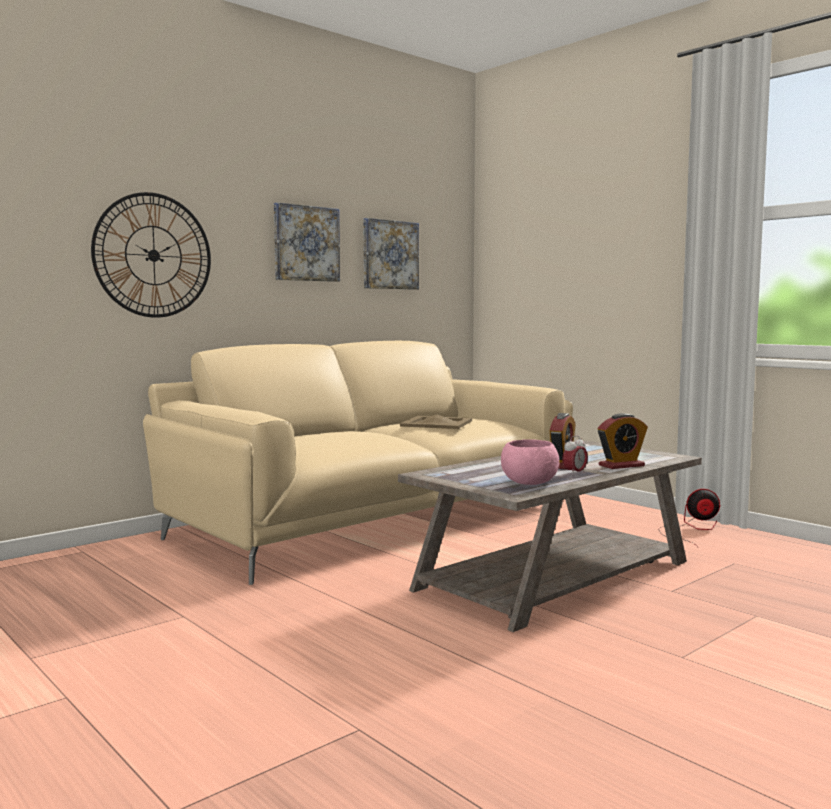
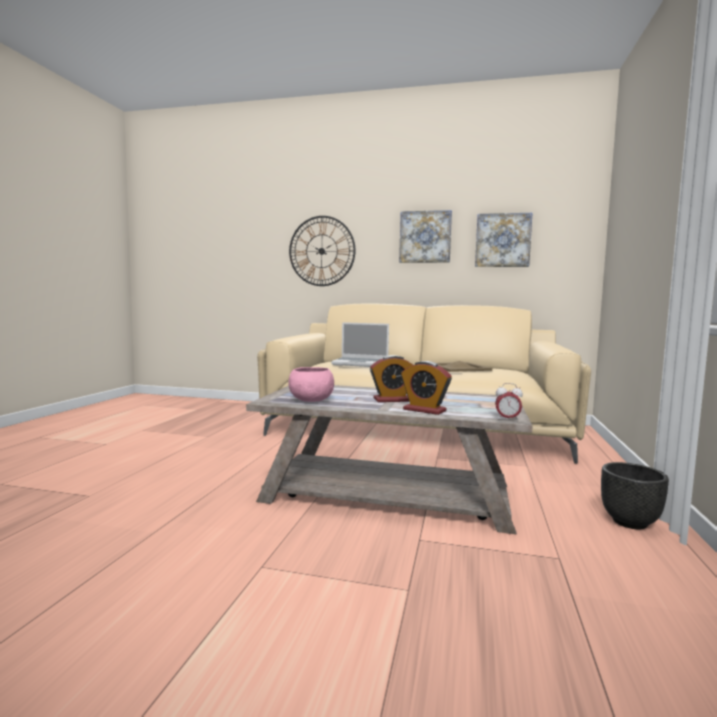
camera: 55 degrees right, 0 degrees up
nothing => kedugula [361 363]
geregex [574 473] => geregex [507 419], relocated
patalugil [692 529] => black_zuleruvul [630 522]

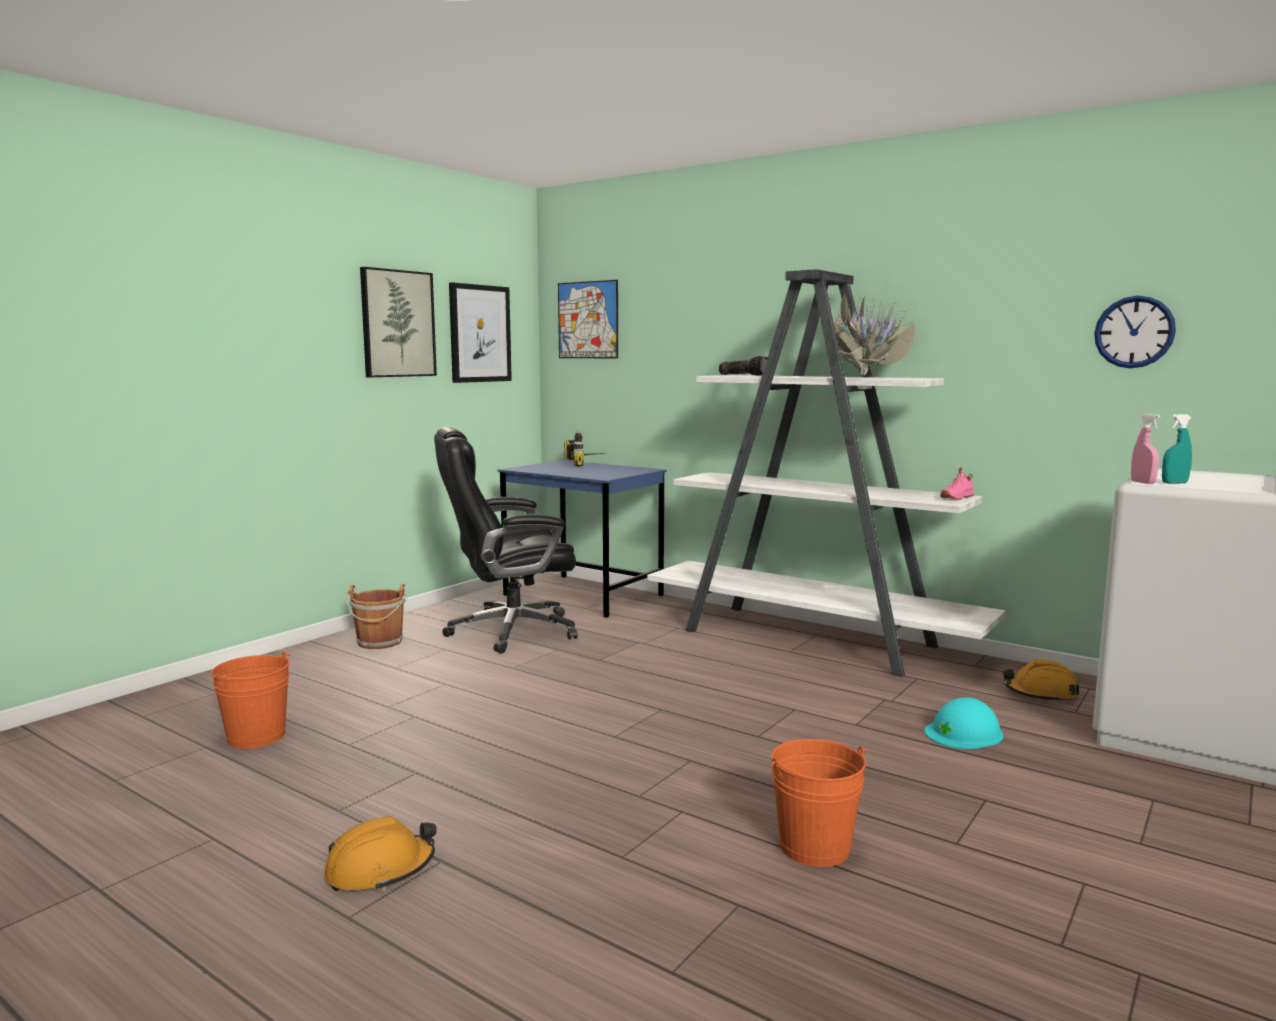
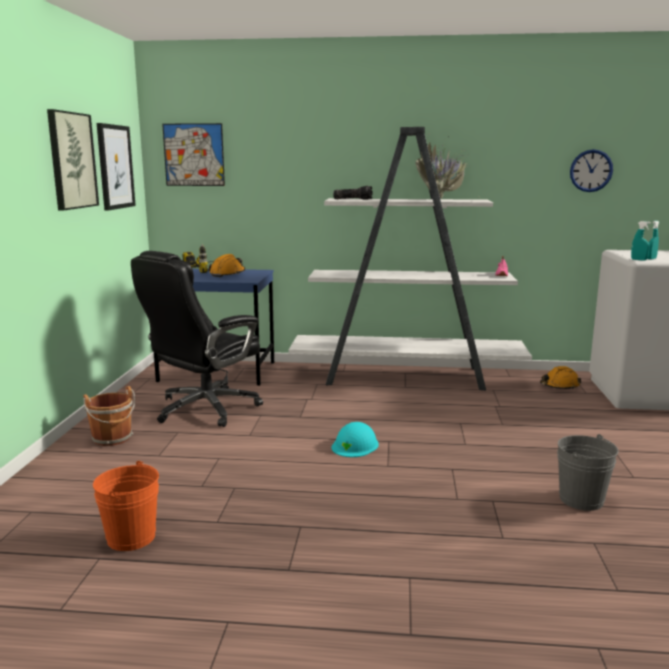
camera: 30 degrees left, 5 degrees up
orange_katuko [380 870] => orange_katuko [227 274], relocated
turquoise_katuko [964 733] => turquoise_katuko [355 445], relocated
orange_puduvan [814 847] => grey_puduvan [581 499]
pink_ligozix [1143 482] => turquoise_ligozix [639 260]

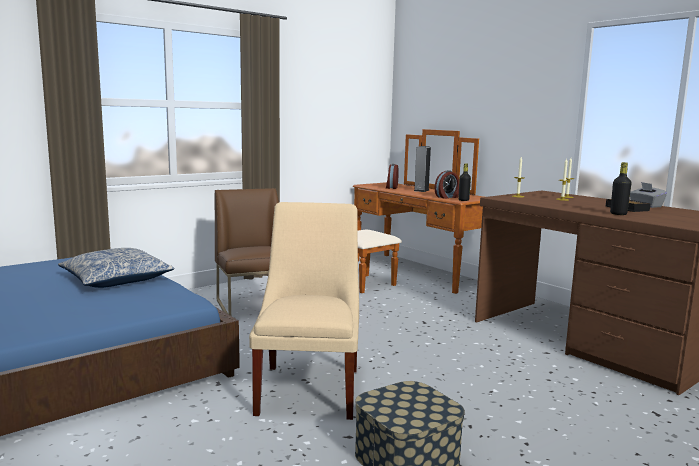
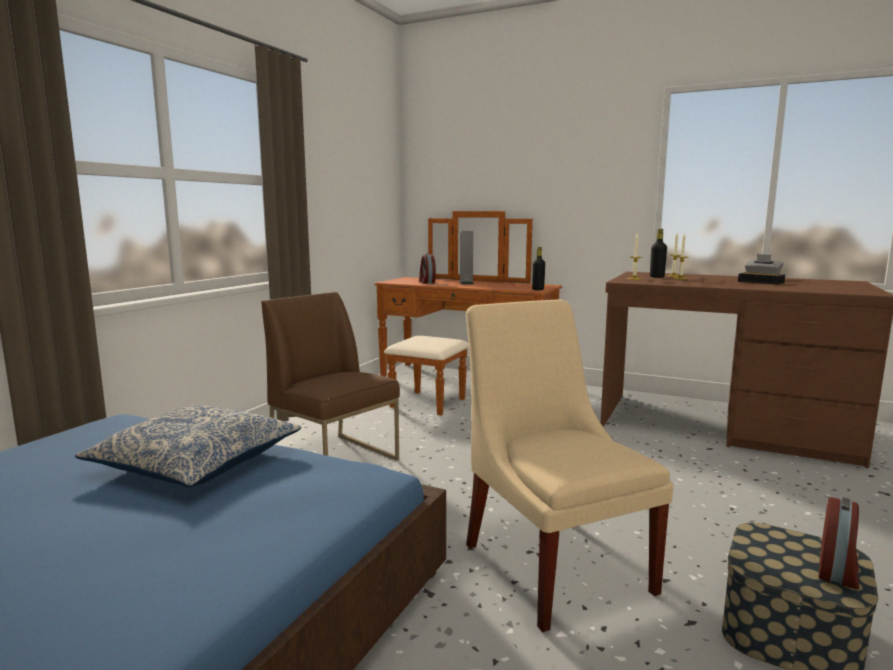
camera: 25 degrees left, 0 degrees up
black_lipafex [618 214] => black_lipafex [657 277], relocated
geregex [447 197] => geregex [838 571], relocated

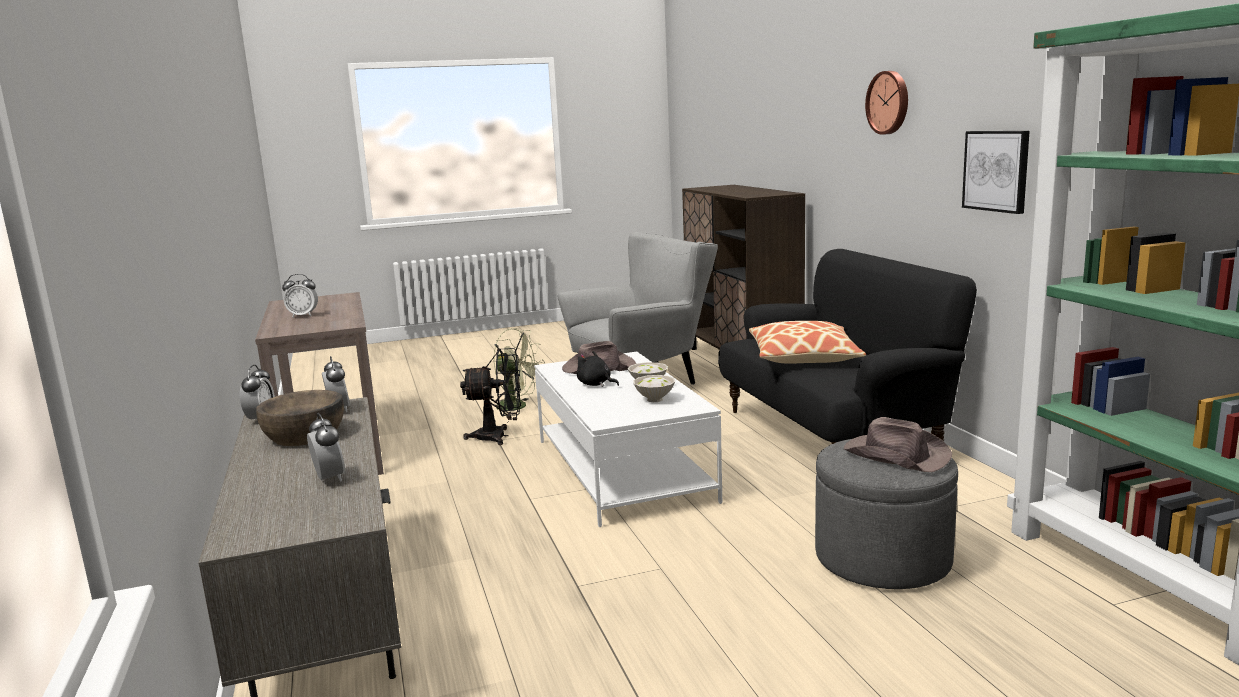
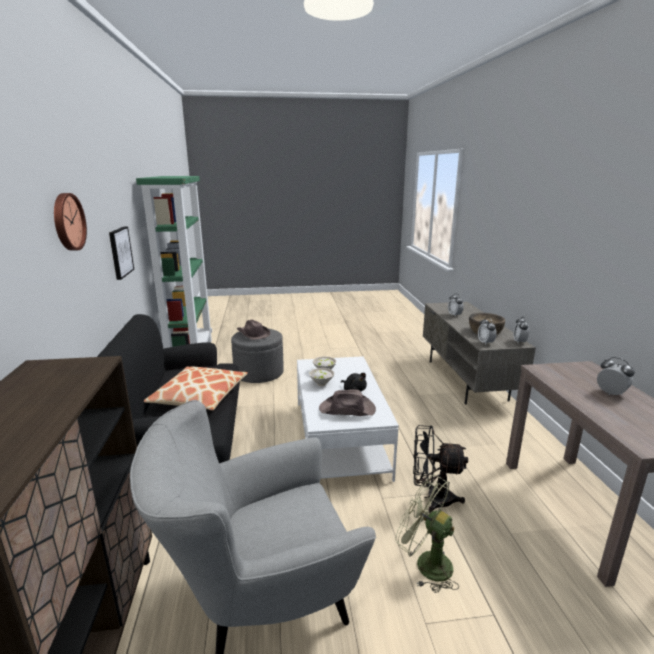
camera: 170 degrees left, 5 degrees up
geregex [303 316] => geregex [611 393], 45 degrees clockwise

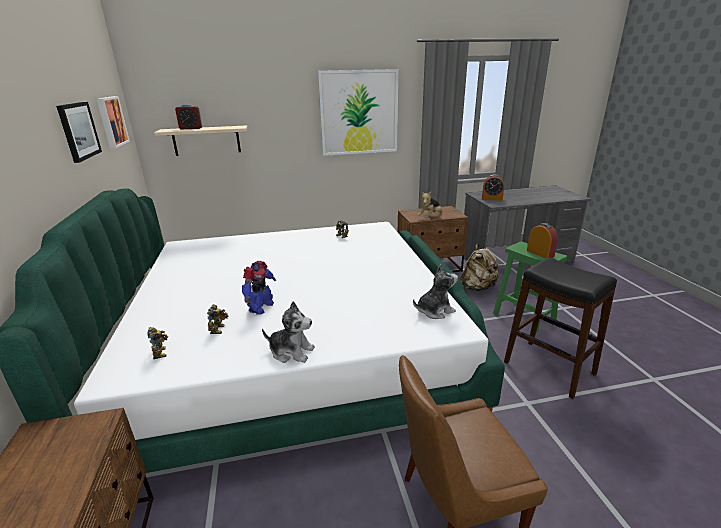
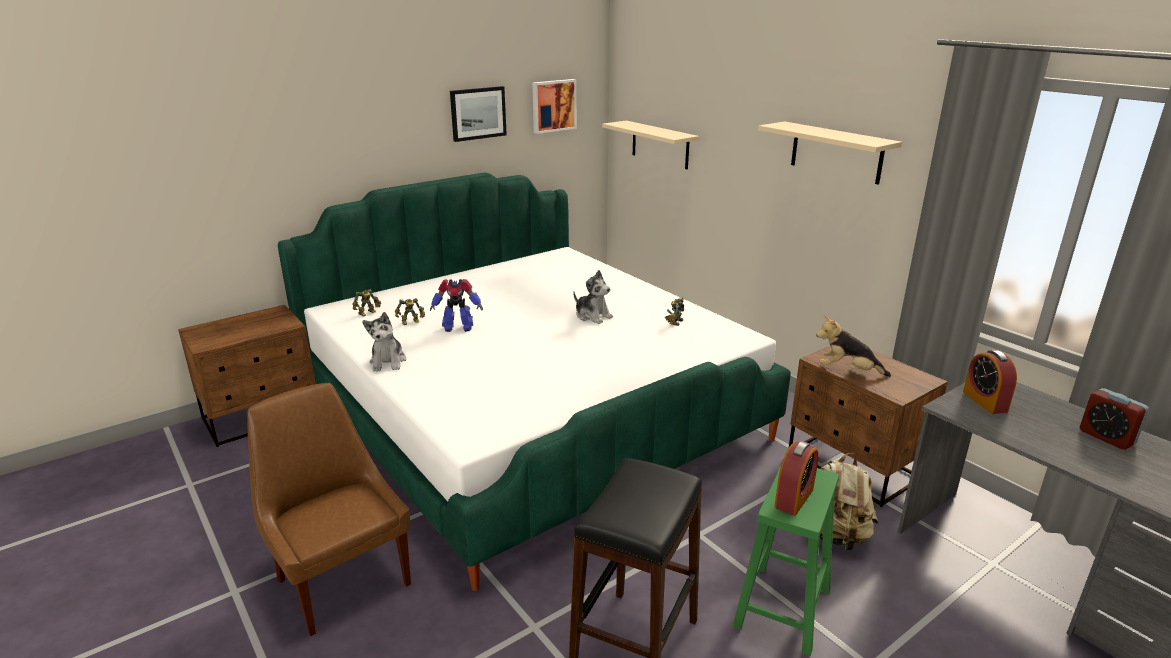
camera: 65 degrees right, 0 degrees up
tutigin [434 311] => tutigin [592 316], relocated
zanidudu [359 113] => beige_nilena [836 152]
geregex [191 128] => geregex [1106 437], relocated

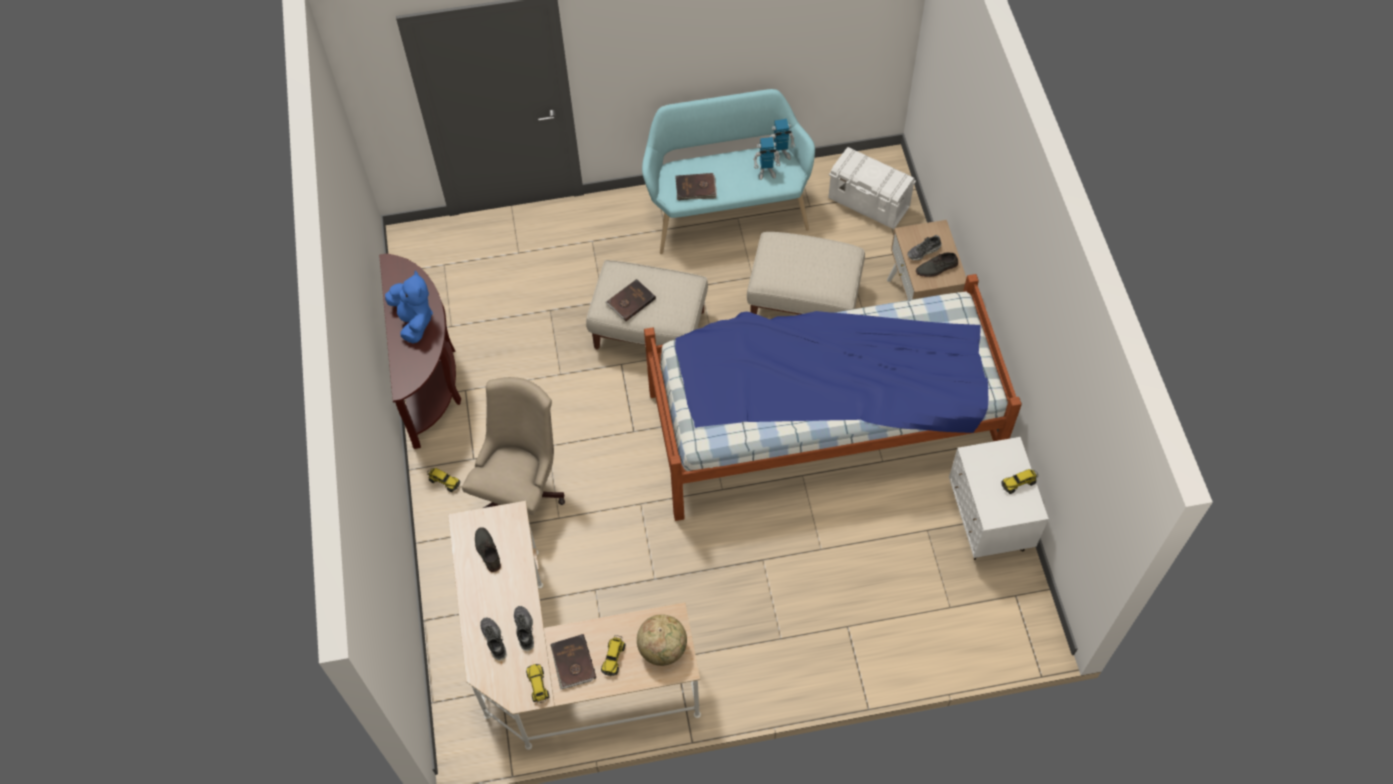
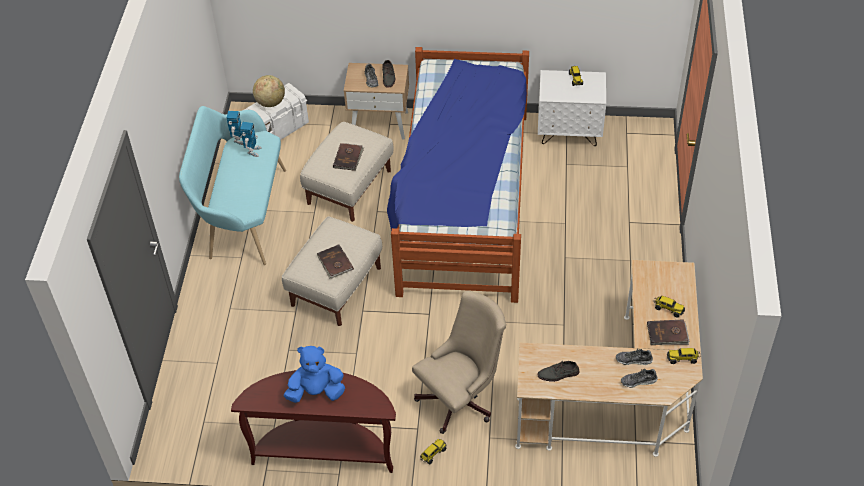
camera: 75 degrees left, 10 degrees down
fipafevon [663 648] => fipafevon [270 102], relocated
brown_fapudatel [696 188] => brown_fapudatel [348 158], relocated
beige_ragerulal [522 492] => beige_ragerulal [461 398], 105 degrees clockwise

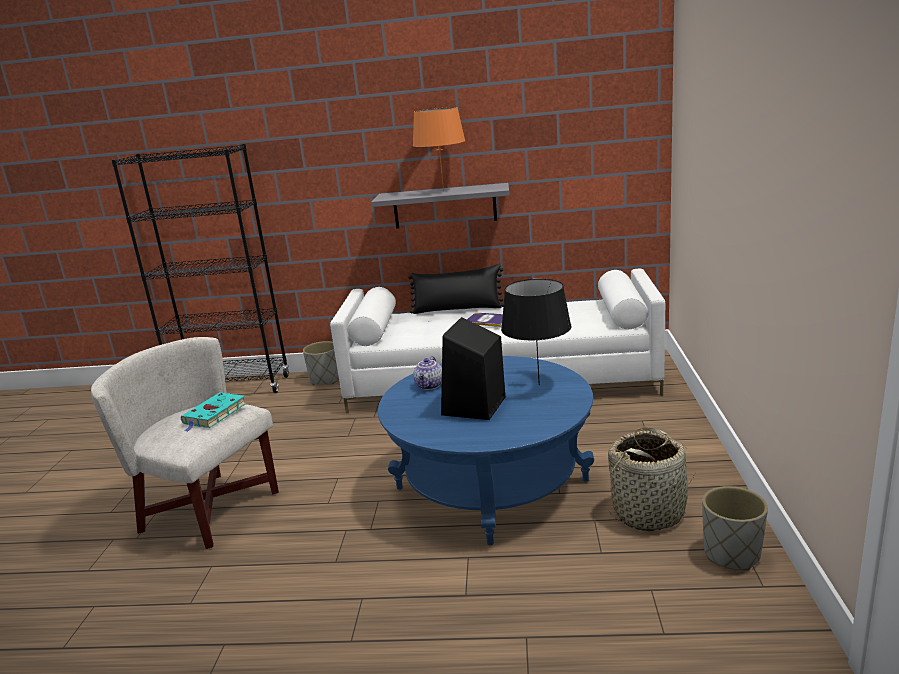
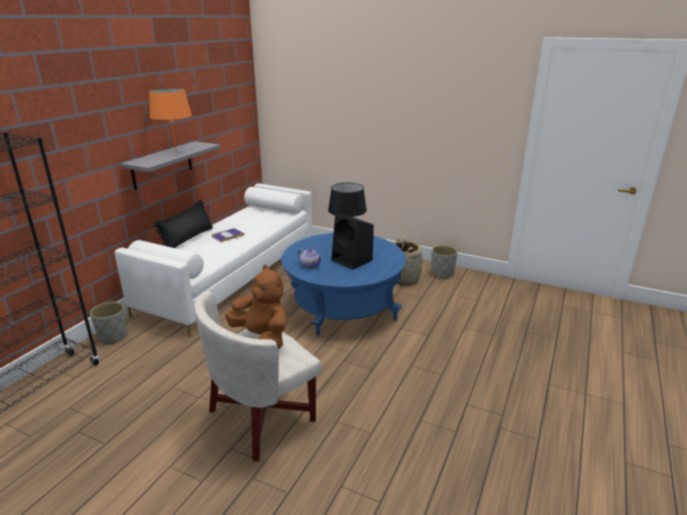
camera: 70 degrees left, 5 degrees up
turquoise_fapudatel [214 414] => brown_tutigin [262 338]

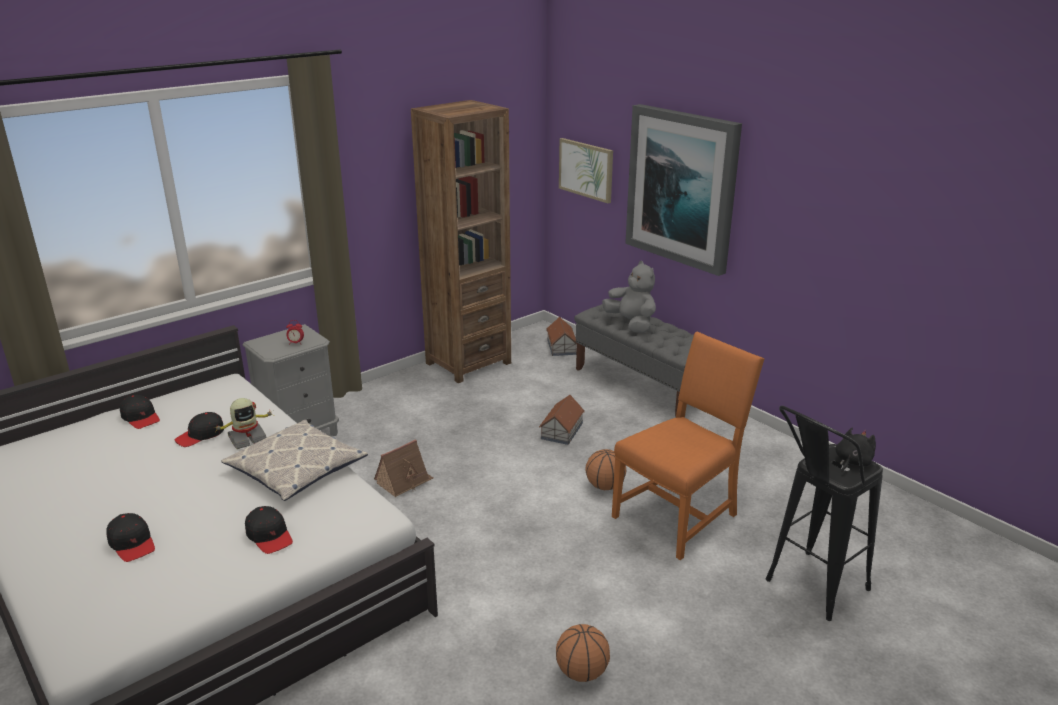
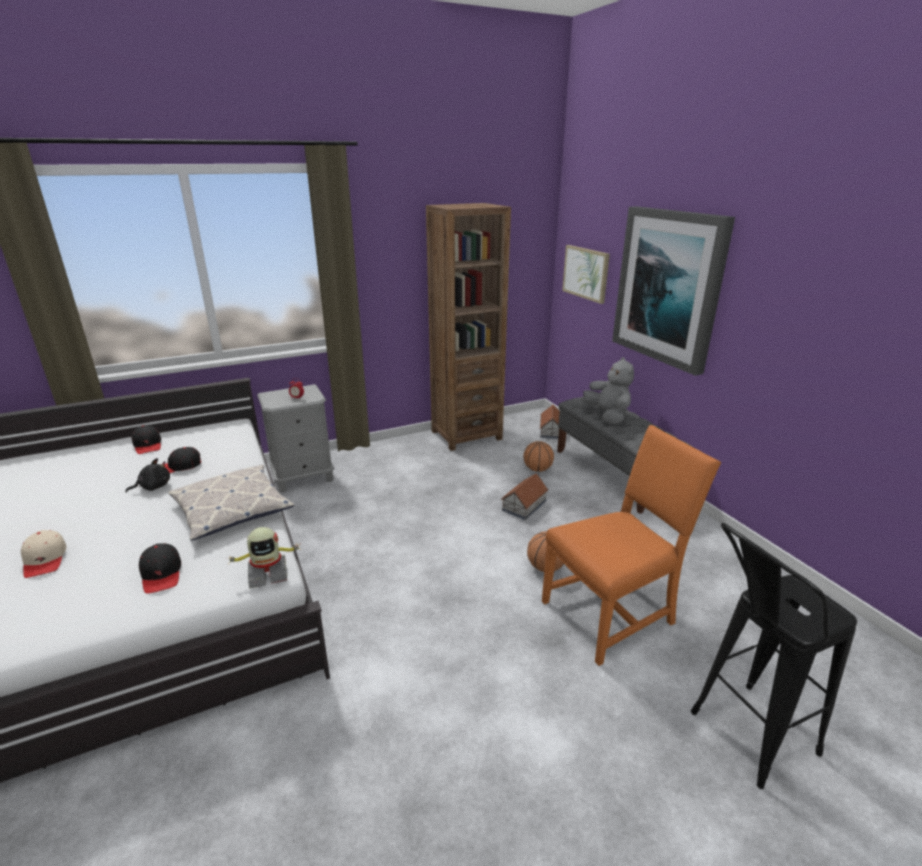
camera: 15 degrees right, 0 degrees up
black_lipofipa [132 543] => beige_lipofipa [45 559]
black_tutigin [852 462] => black_tutigin [153 487], relocated
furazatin [247 438] => furazatin [268 573], relocated
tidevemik [582 672] => tidevemik [537 469], relocated
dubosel [404 481] => nothing

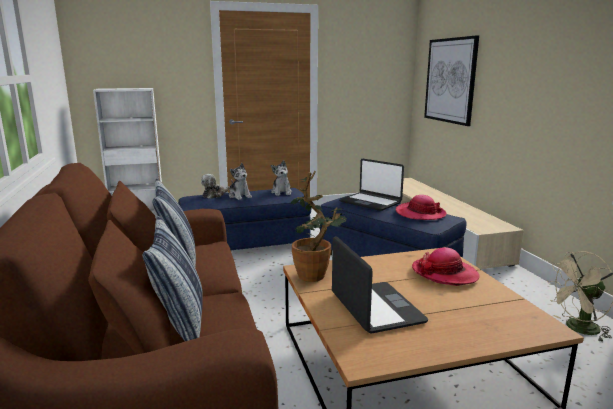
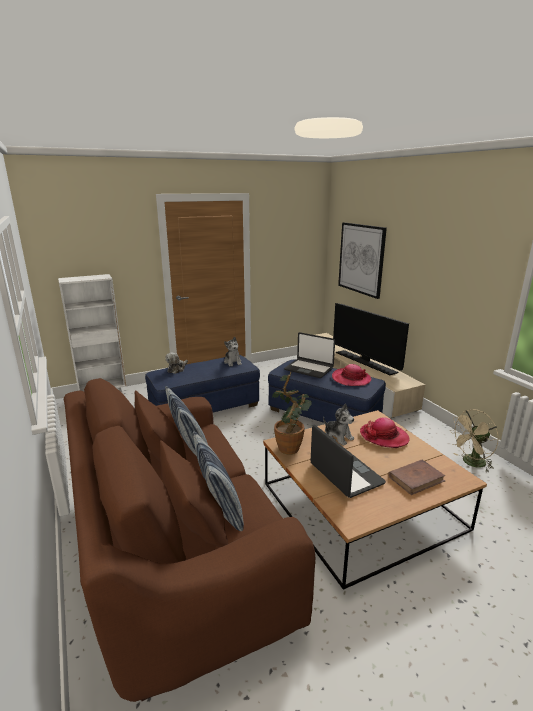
camera: 10 degrees left, 5 degrees up
tutigin [240 196] => tutigin [338 437], relocated
nothing => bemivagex [366 362]
nothing => brown_fapudatel [416 479]

